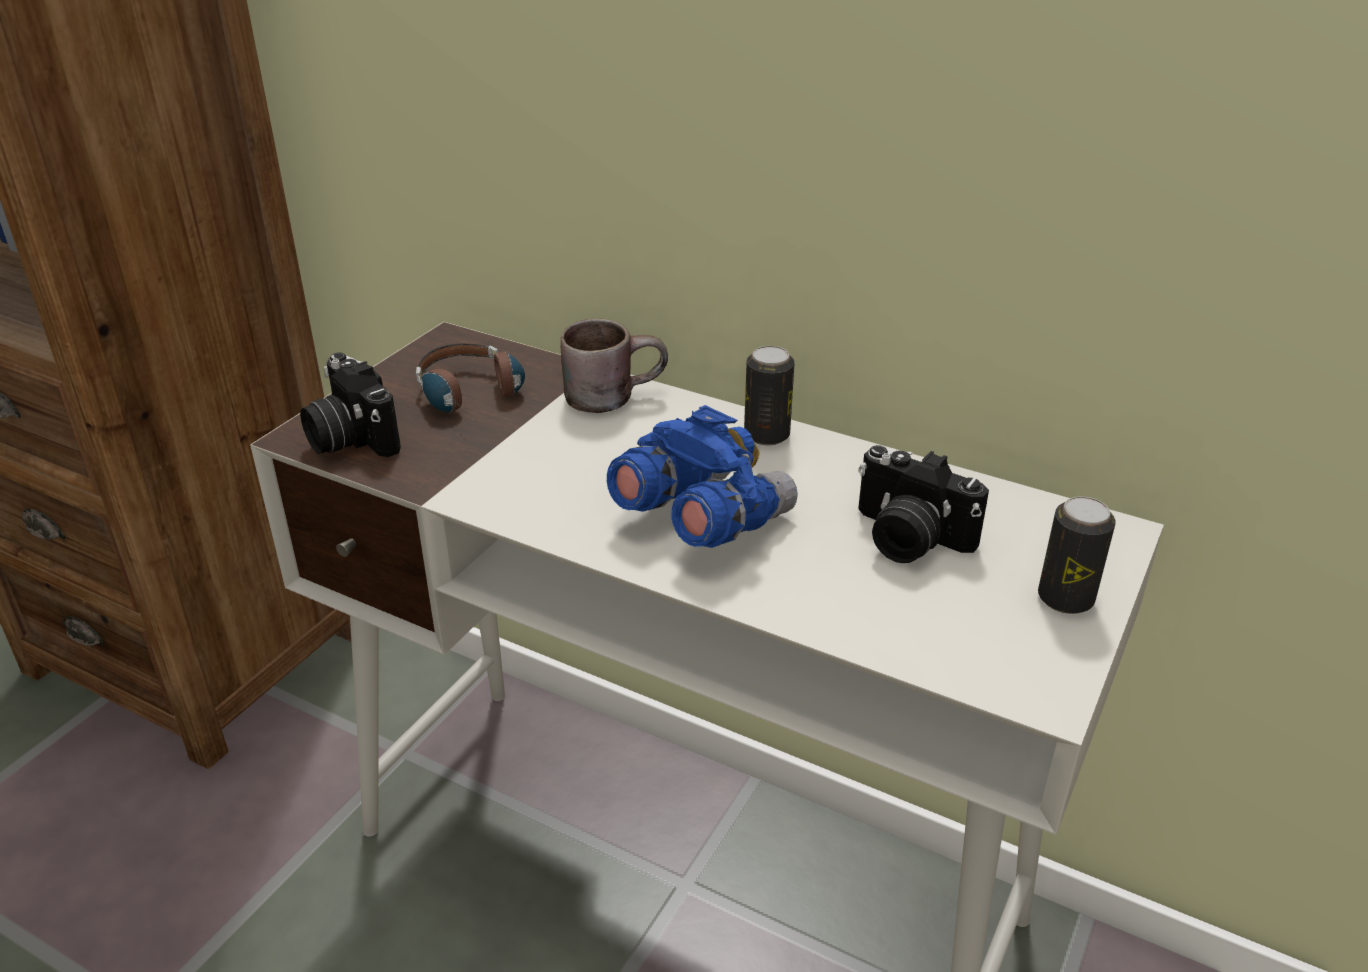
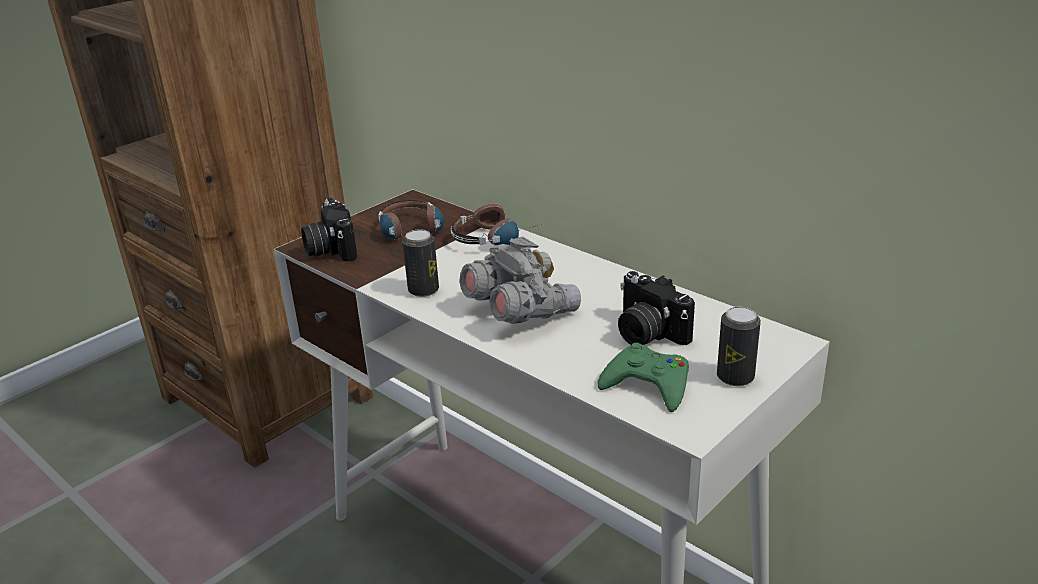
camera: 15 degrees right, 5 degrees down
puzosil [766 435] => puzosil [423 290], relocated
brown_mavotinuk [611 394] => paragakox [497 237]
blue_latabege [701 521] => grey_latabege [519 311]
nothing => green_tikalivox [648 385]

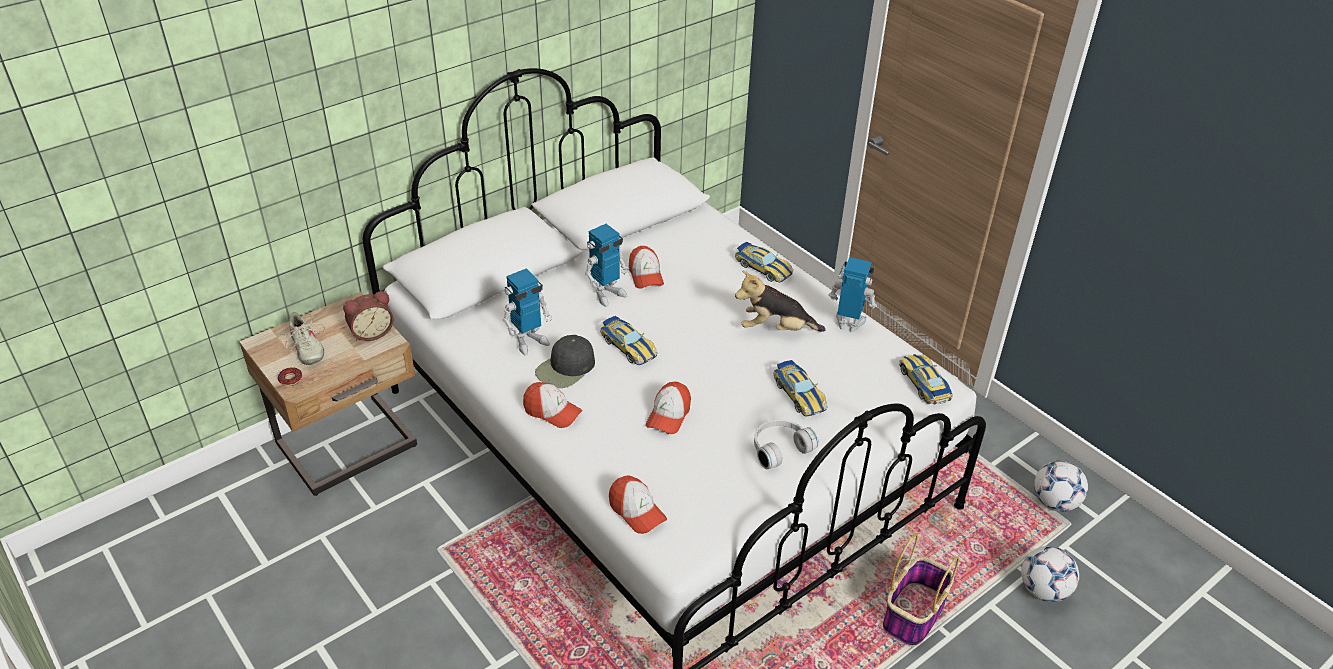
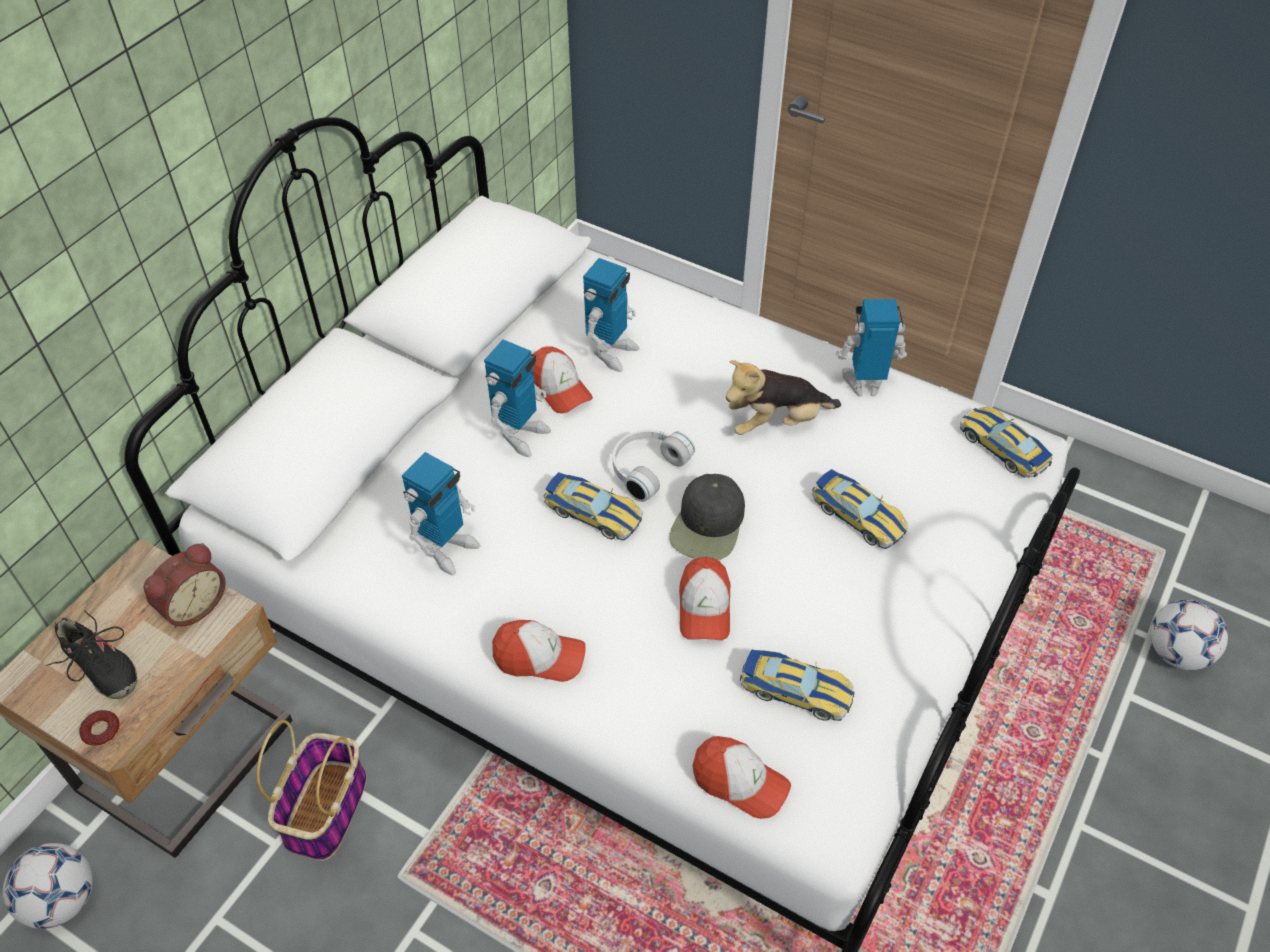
camera: 20 degrees left, 10 degrees up
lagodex [1054 502] => lagodex [62 900], relocated
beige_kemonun [306 348] => black_kemonun [100 667]
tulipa [913 614] => tulipa [326 808], relocated
nothing => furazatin [611 352]
white_paragakox [779 448] => white_paragakox [646 468], relocated
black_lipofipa [566 368] => black_lipofipa [708 525], relocated
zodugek [763 268] => zodugek [796 690], relocated

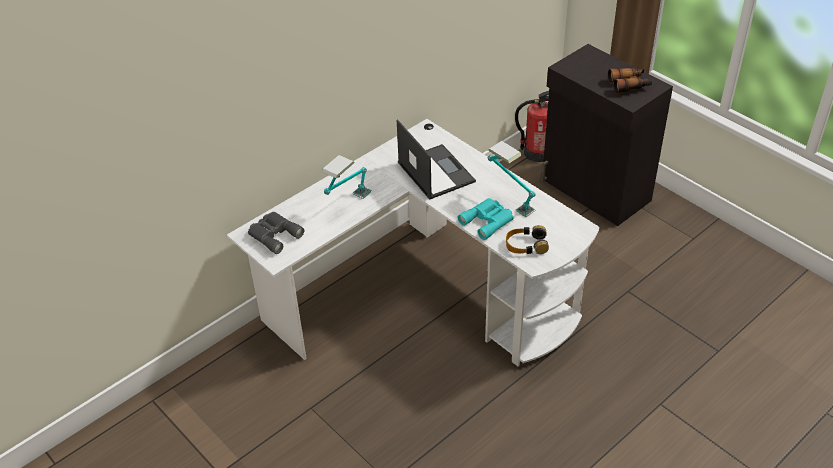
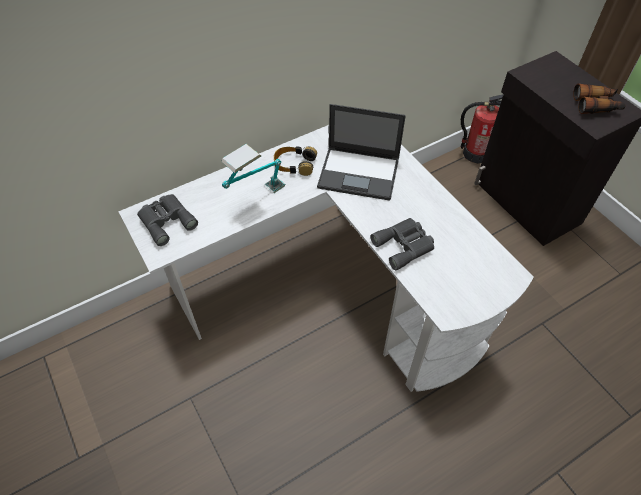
camera: 10 degrees right, 10 degrees up
paragakox [526 245] => paragakox [294 164], relocated
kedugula [435 172] => kedugula [360 173], 120 degrees clockwise
turquoise_latabege [488 221] => grey_latabege [405 245]
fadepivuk [509 200] => nothing

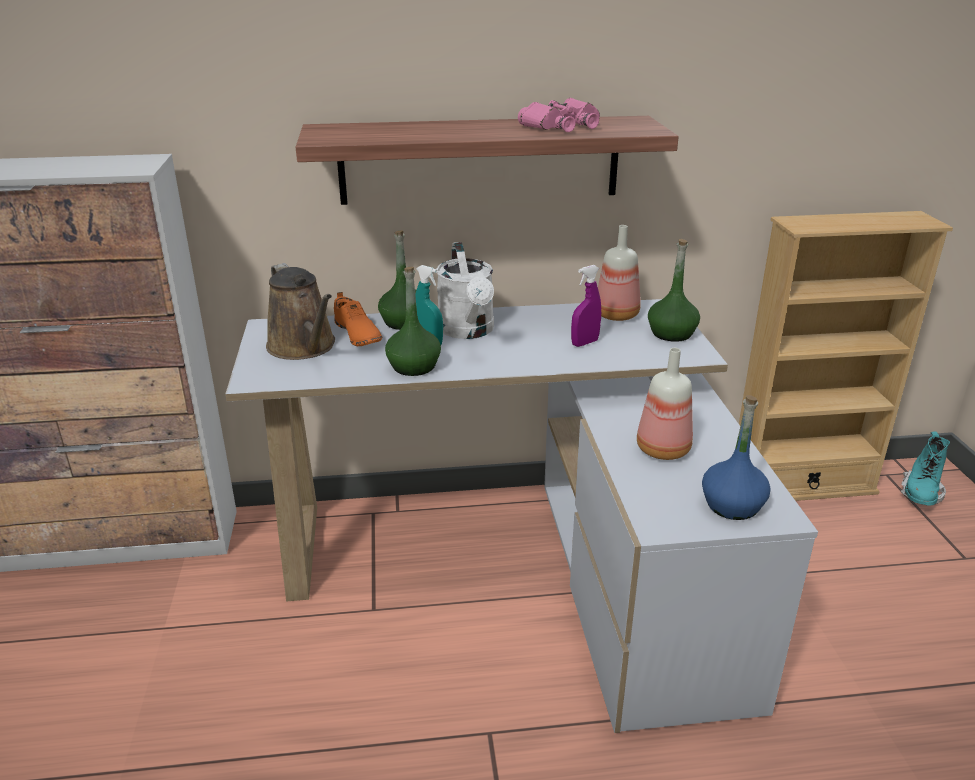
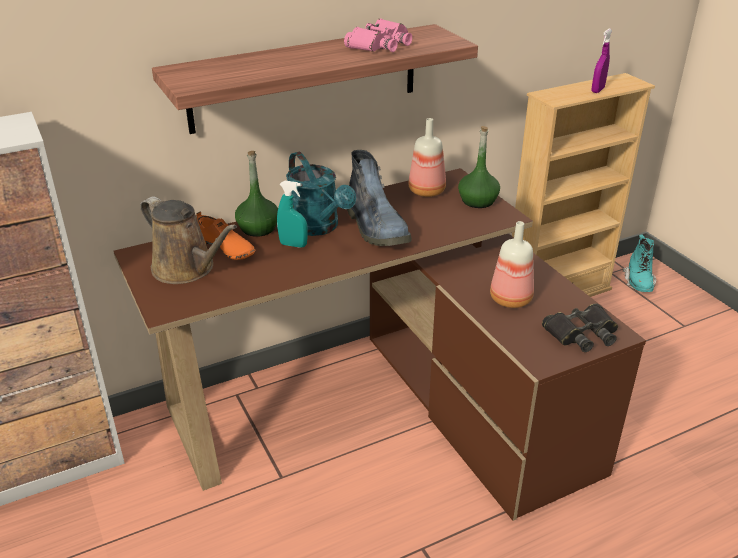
camera: 20 degrees left, 5 degrees up
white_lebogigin [524 564] => brown_lebogigin [384 407]
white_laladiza [468 331] => turquoise_laladiza [319 227]
nothing => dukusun [377 229]
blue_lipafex [732 505] => black_latabege [581 333]
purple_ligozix [584 343] => purple_ligozix [597 90], relocated
green_lipafex [413 366] => nothing

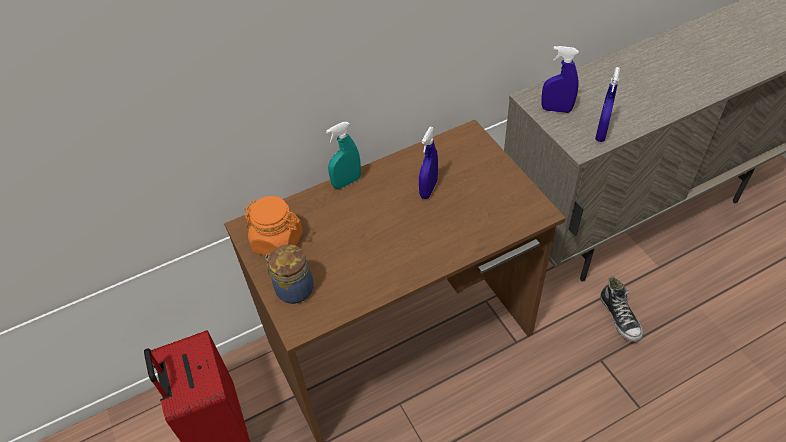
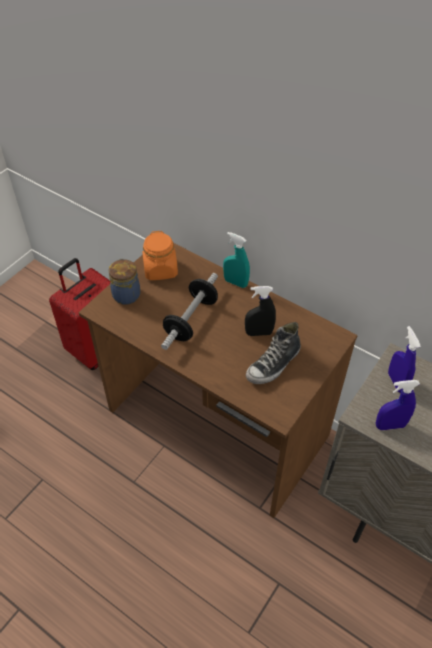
camera: 60 degrees right, 0 degrees up
nothing => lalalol [191 320]
blue_ligozix [428 189] => black_ligozix [259 333]
kemonun [620 317] => kemonun [273 365], relocated

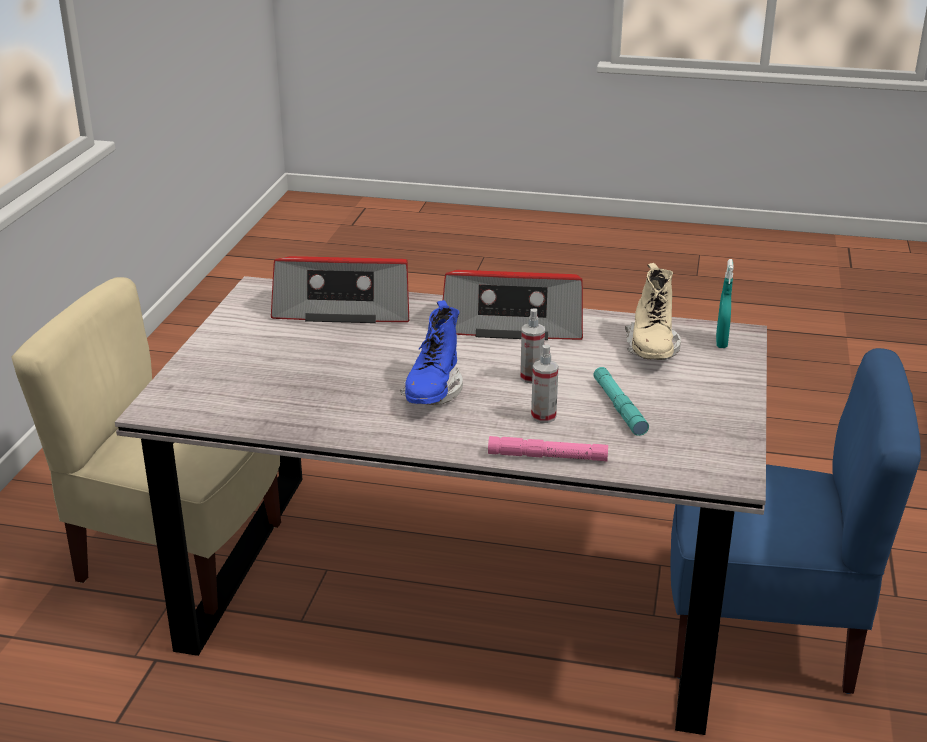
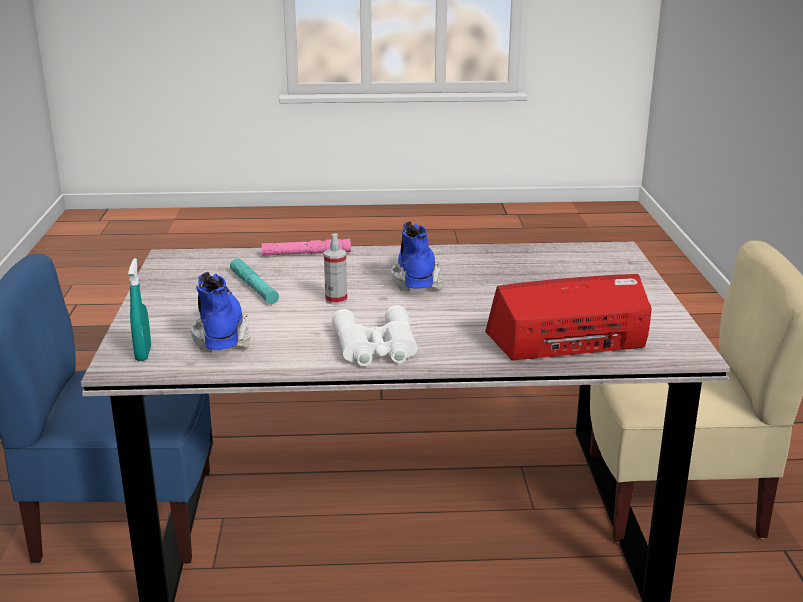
camera: 165 degrees right, 5 degrees down
beige_dukusun [652 349] => blue_dukusun [221 337]
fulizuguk [513 323] => white_latabege [375 347]
ligozix [543 416] => nothing

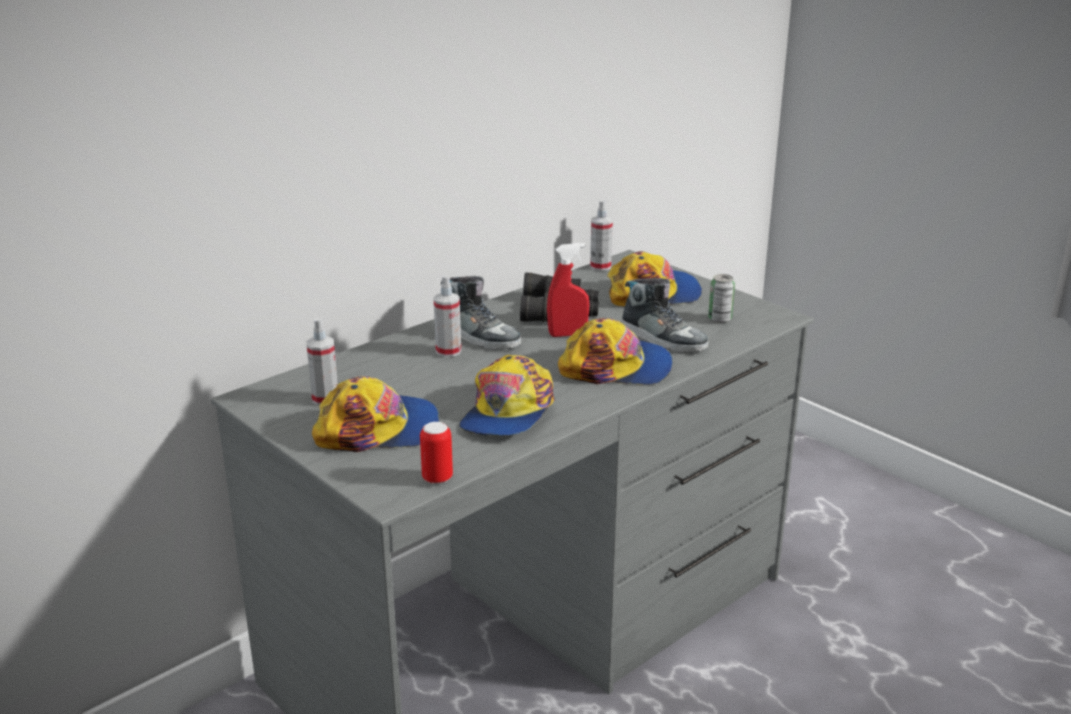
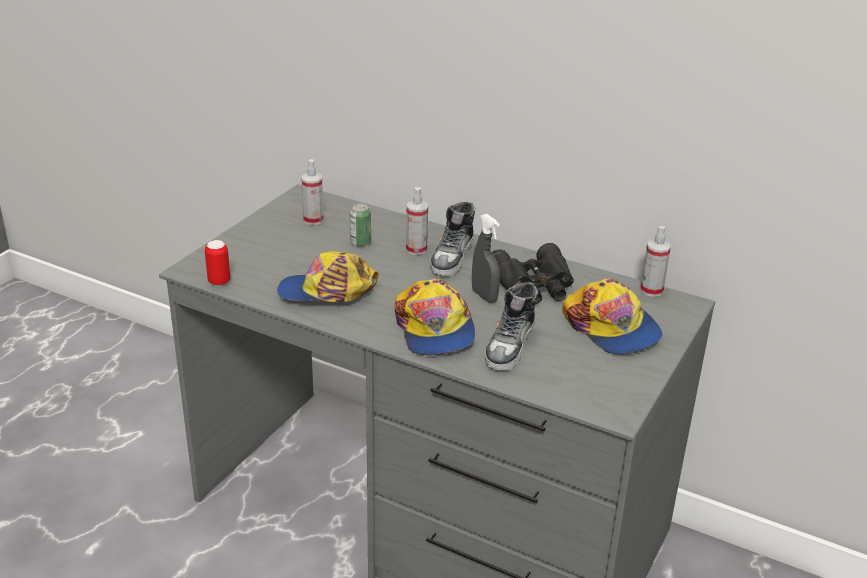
camera: 70 degrees right, 5 degrees up
puzosil [719 319] => puzosil [360 242], relocated
red_ligozix [567 334] => grey_ligozix [484 296]
lipofipa [378 429] => nothing

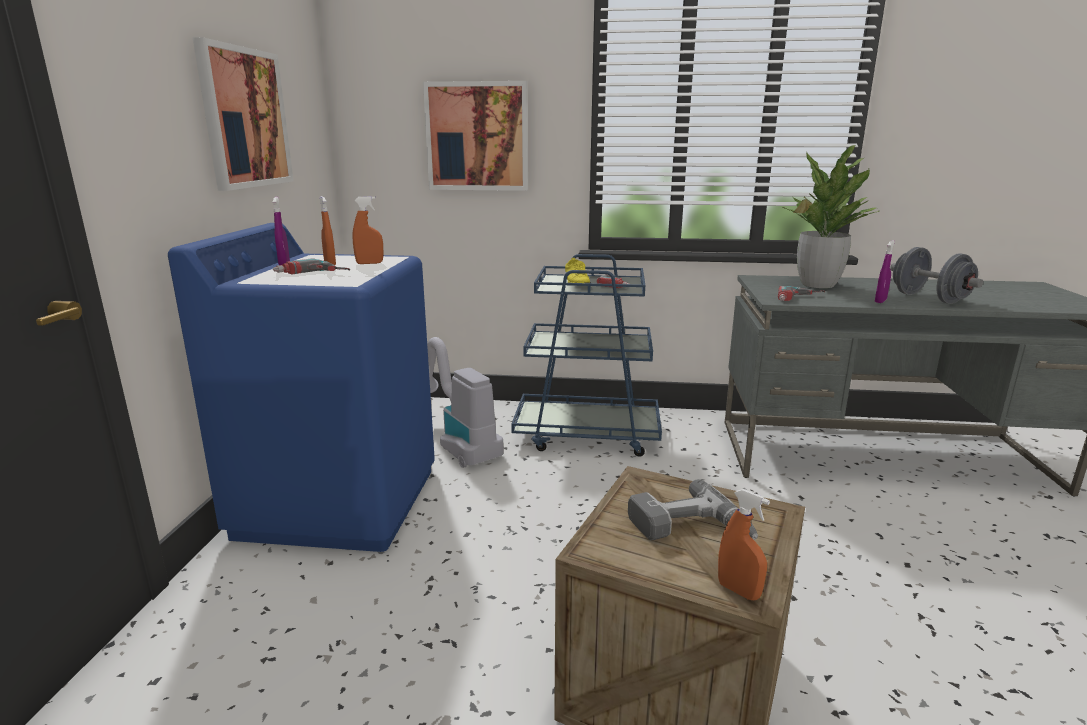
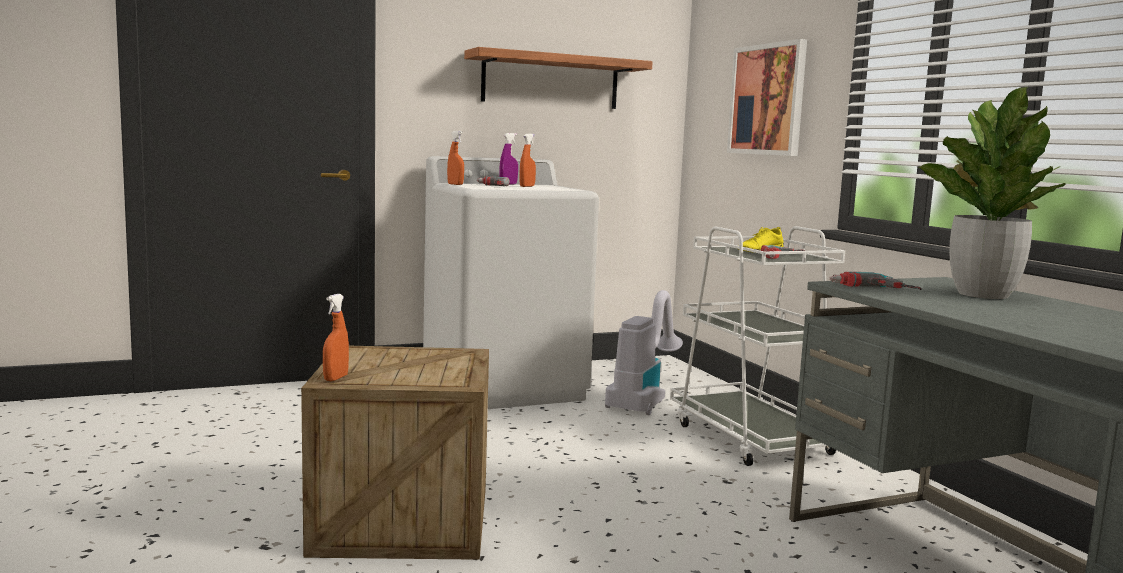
camera: 60 degrees right, 10 degrees down
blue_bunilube [339 501] => white_bunilube [505 387]
orange_ligozix [369 263] => orange_ligozix [455 184], relocated
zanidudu [244 118] => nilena [550 81]
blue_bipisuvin [587 434] => white_bipisuvin [751 438]
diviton [690 529] => nothing
purple_ligozix [880 301] => nothing
grey_lalalol [929 298] => nothing

